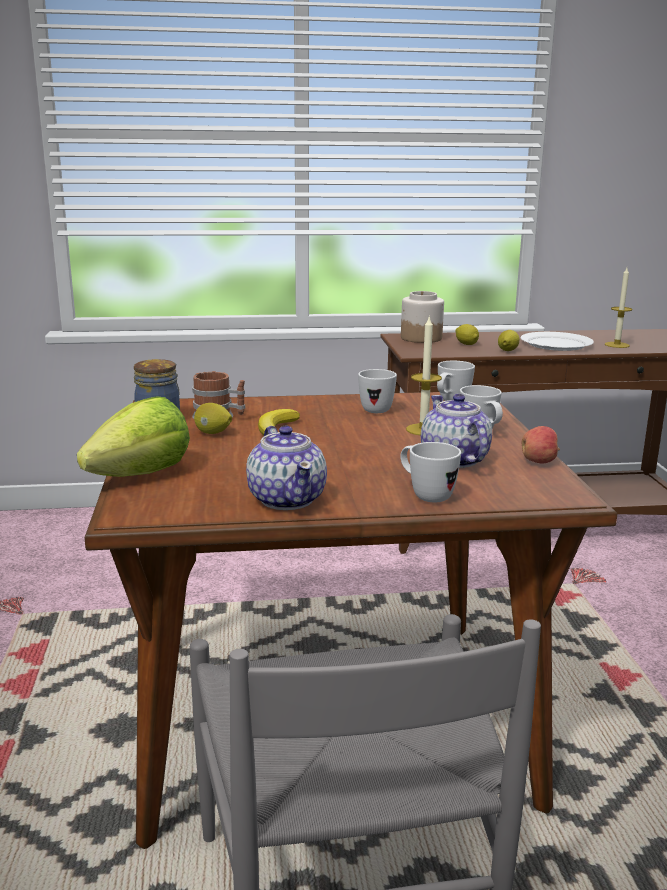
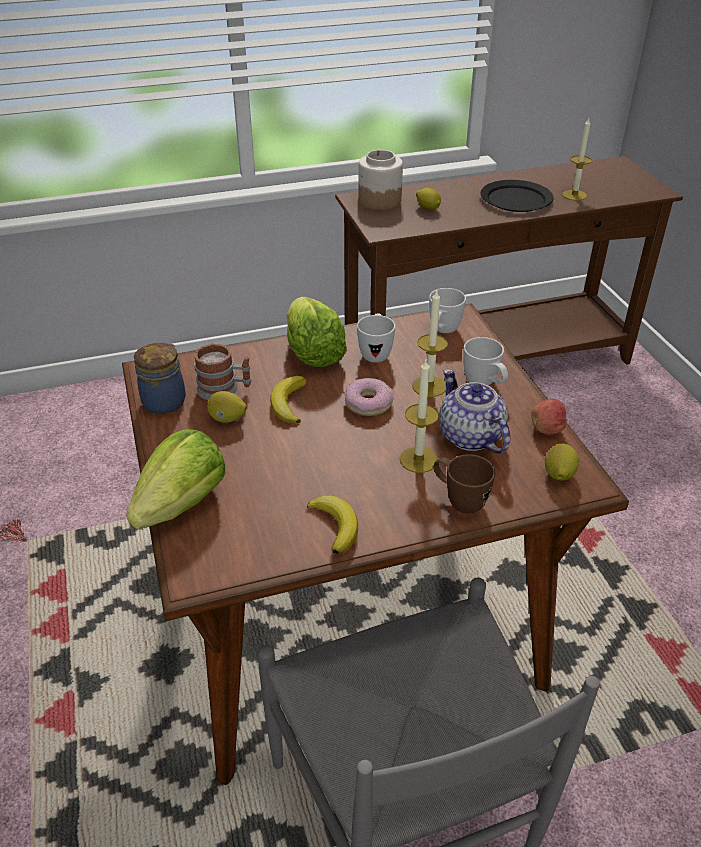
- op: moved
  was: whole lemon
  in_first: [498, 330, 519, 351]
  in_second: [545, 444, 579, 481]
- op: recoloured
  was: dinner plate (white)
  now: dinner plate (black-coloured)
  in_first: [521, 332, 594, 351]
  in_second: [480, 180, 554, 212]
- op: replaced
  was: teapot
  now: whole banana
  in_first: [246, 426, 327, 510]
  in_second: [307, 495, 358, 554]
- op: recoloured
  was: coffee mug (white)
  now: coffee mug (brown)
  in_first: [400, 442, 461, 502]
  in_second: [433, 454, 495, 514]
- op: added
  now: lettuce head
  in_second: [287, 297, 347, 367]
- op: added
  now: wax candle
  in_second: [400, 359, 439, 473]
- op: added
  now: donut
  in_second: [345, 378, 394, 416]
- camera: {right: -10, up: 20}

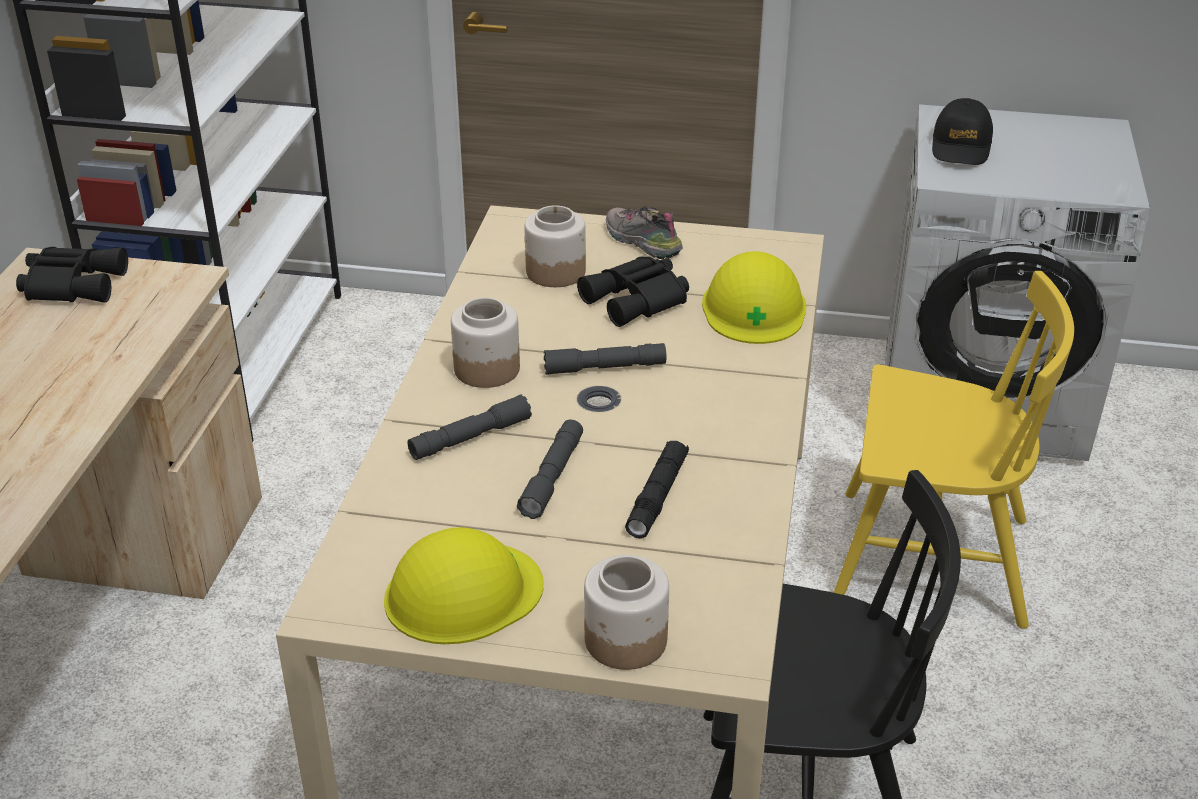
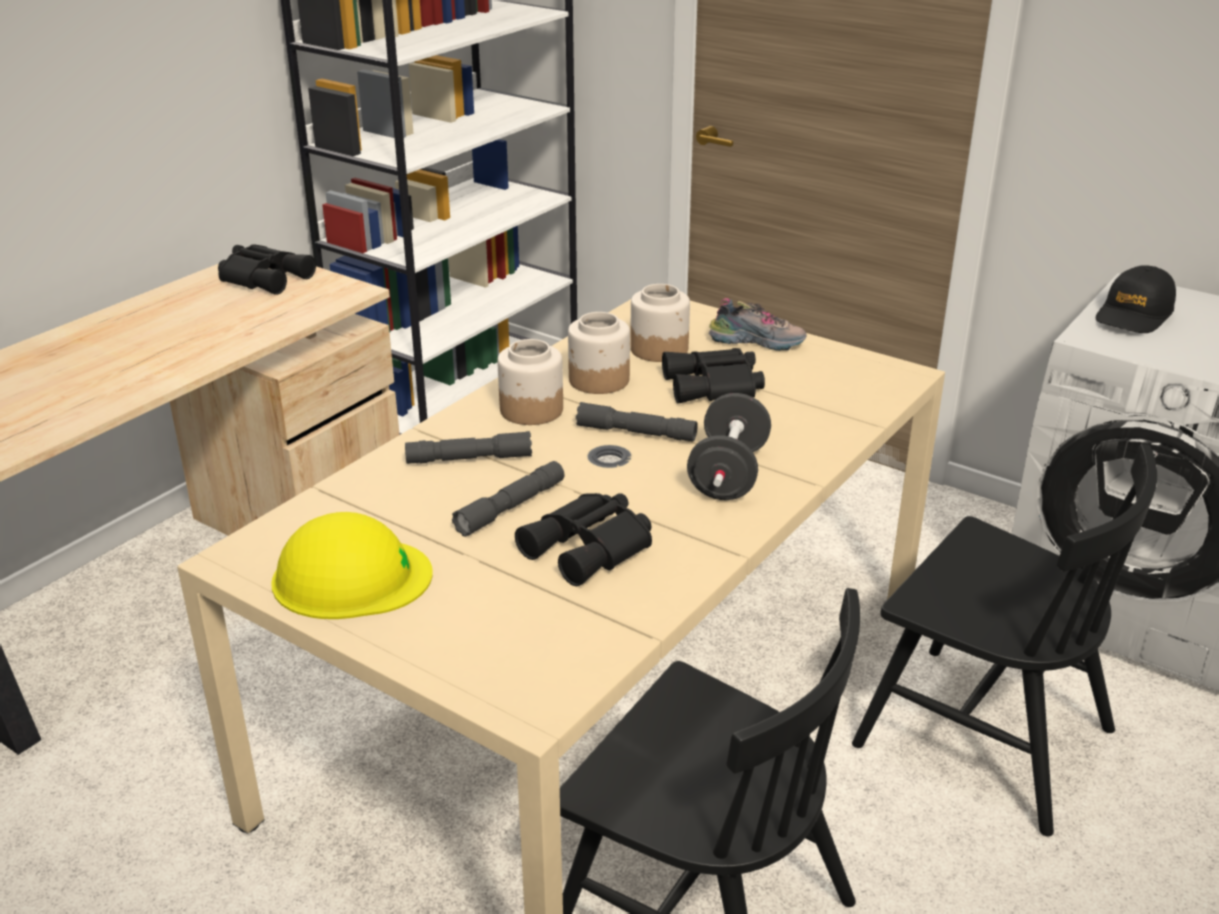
- op: turned
  was: low shoe
  in_first: [606, 206, 683, 259]
  in_second: [709, 298, 807, 351]
  clockwise: 120
- op: removed
  was: work helmet (yellowish)
  in_first: [702, 251, 807, 344]
- op: recoloured
  was: chair (yellowish)
  now: chair (black-coloured)
  in_first: [834, 271, 1074, 629]
  in_second: [852, 443, 1157, 836]
- op: replaced
  was: torch (black-coloured)
  now: binoculars (black-coloured)
  in_first: [625, 441, 689, 538]
  in_second: [515, 493, 652, 586]
- op: moved
  was: jar
  in_first: [584, 555, 669, 670]
  in_second: [568, 312, 630, 394]
- op: added
  now: free weight (black-coloured)
  in_second: [687, 393, 771, 500]
- camera: {right: 25, up: -5}

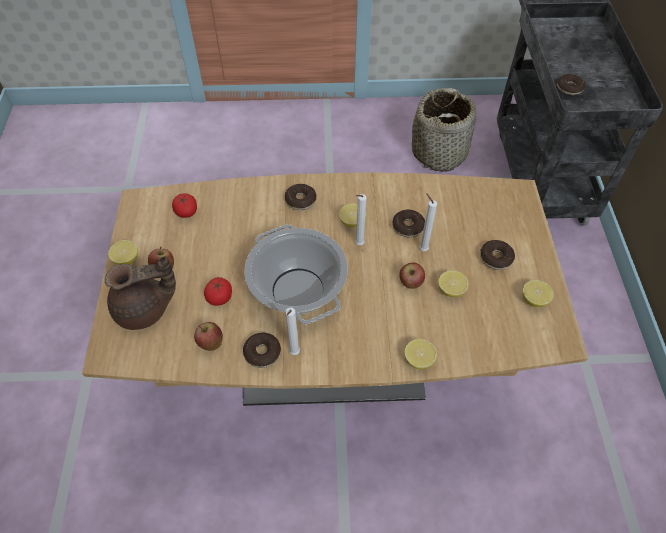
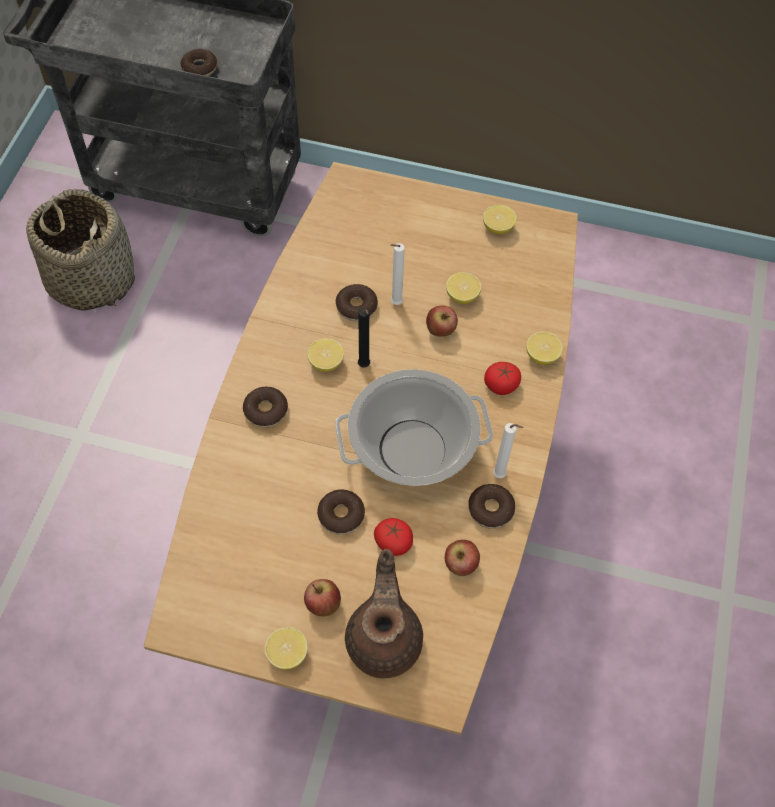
- op: moved
  was: tomato
  in_first: [172, 193, 197, 218]
  in_second: [484, 362, 521, 395]
- op: recoloured
  was: wax candle (white)
  now: wax candle (black-coloured)
  in_first: [355, 194, 367, 245]
  in_second: [358, 308, 370, 367]
- op: moved
  was: donut
  in_first: [480, 240, 515, 270]
  in_second: [317, 489, 365, 535]
- camera: {right: -75, up: 5}

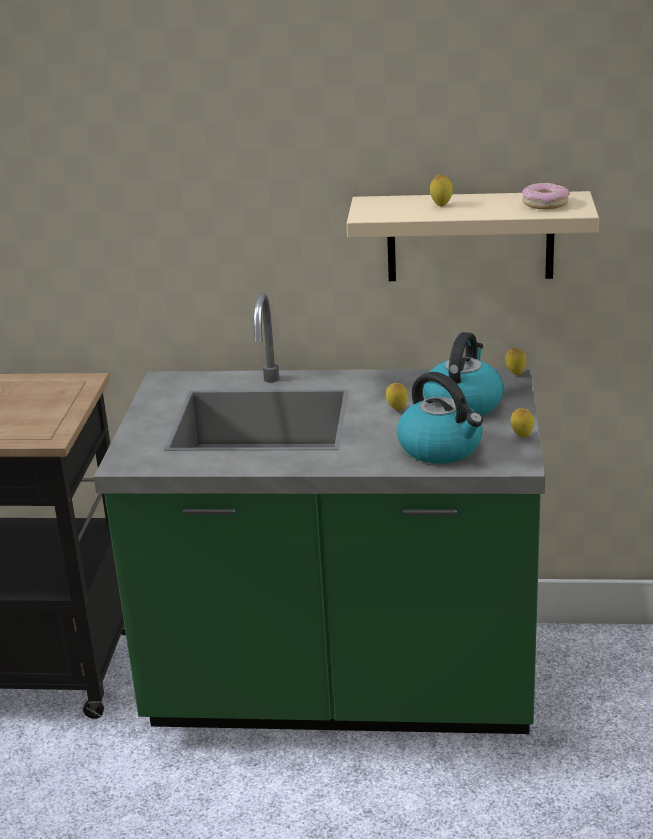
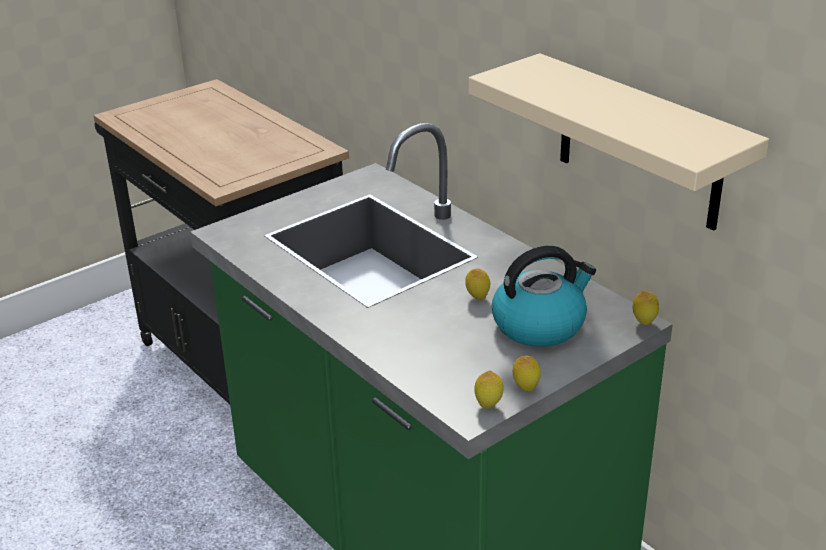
- op: moved
  was: whole lemon
  in_first: [430, 174, 453, 206]
  in_second: [474, 370, 503, 408]
- op: removed
  was: donut
  in_first: [522, 183, 570, 209]
- op: removed
  was: kettle
  in_first: [397, 372, 483, 464]
- camera: {right: 45, up: 5}

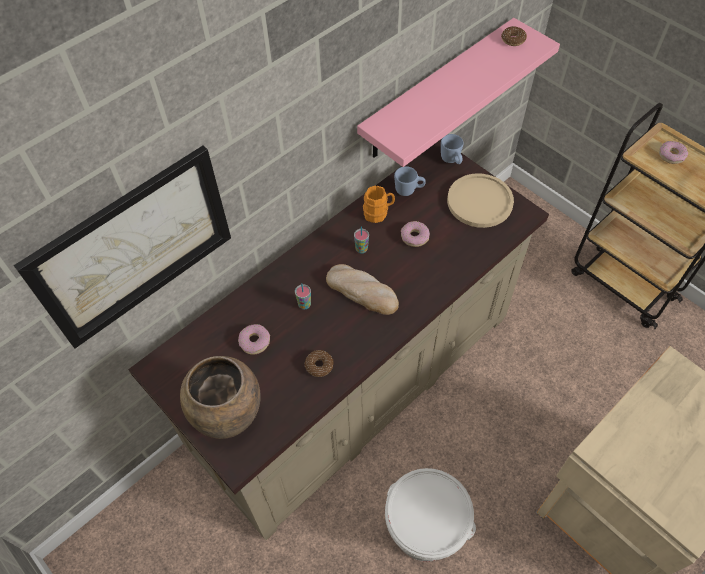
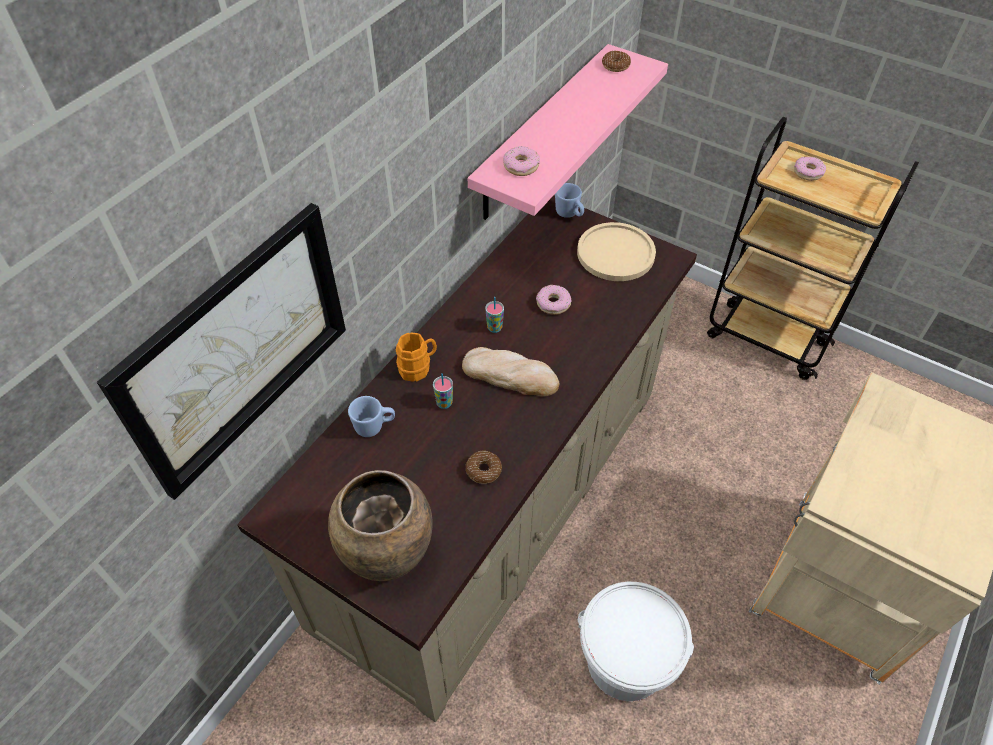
- op: moved
  was: coffee mug (bluish)
  in_first: [394, 166, 426, 196]
  in_second: [348, 396, 395, 437]
- op: moved
  was: coffee mug (orangey)
  in_first: [363, 186, 395, 223]
  in_second: [396, 332, 437, 382]
- op: moved
  was: donut
  in_first: [238, 324, 270, 355]
  in_second: [503, 146, 540, 176]
- camera: {right: -15, up: -5}

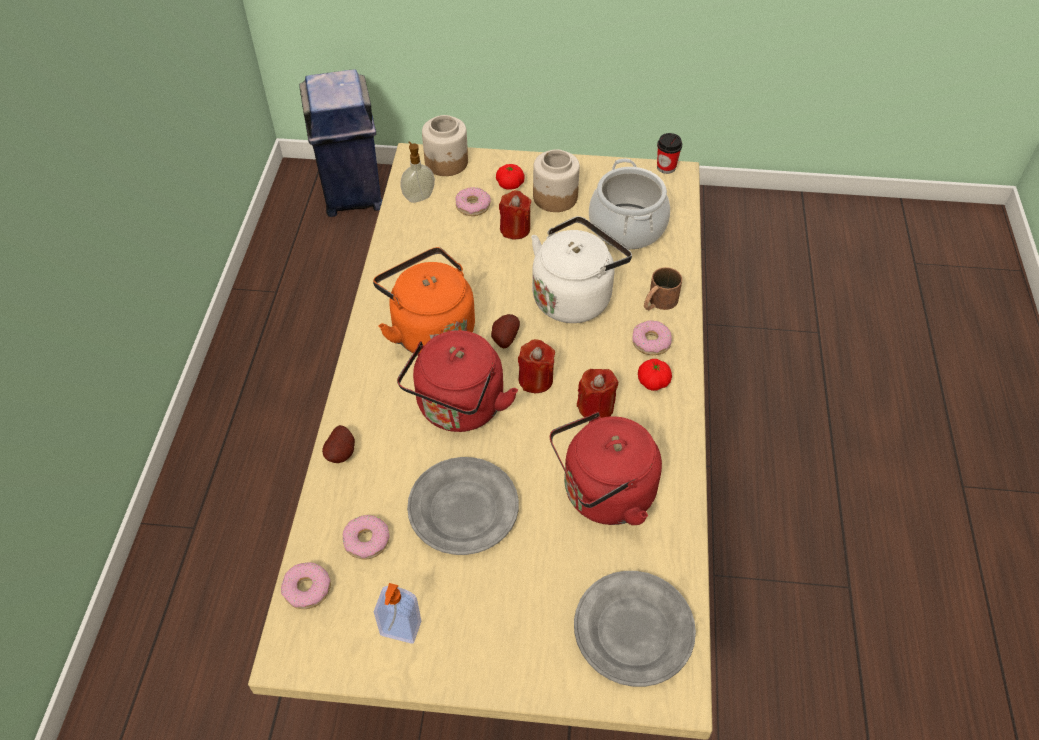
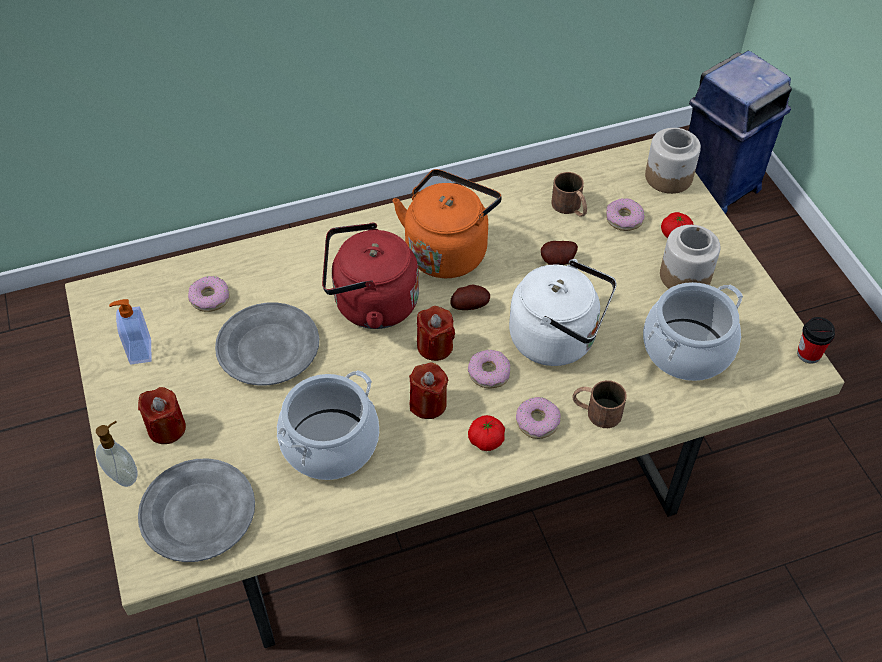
- op: moved
  was: soap bottle
  in_first: [401, 141, 435, 203]
  in_second: [96, 421, 138, 487]
- op: moved
  was: wax candle (reddish)
  in_first: [499, 190, 532, 240]
  in_second: [138, 387, 186, 444]
- op: replaced
  was: kettle (reddish)
  now: saucepot
  in_first: [550, 412, 662, 525]
  in_second: [277, 370, 379, 480]
- op: moved
  was: whole potato
  in_first: [322, 425, 355, 463]
  in_second: [541, 241, 578, 265]
- op: moved
  was: donut
  in_first: [281, 562, 331, 609]
  in_second: [468, 350, 510, 388]
- op: added
  now: coffee mug (brown)
  in_second: [552, 172, 587, 217]
- camera: {right: 65, up: 0}

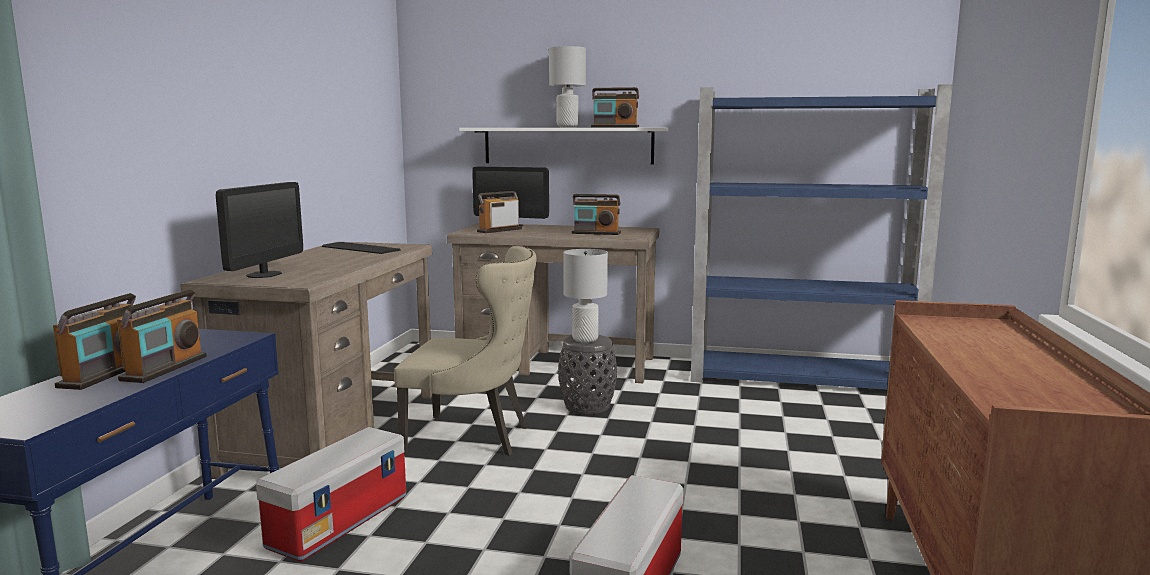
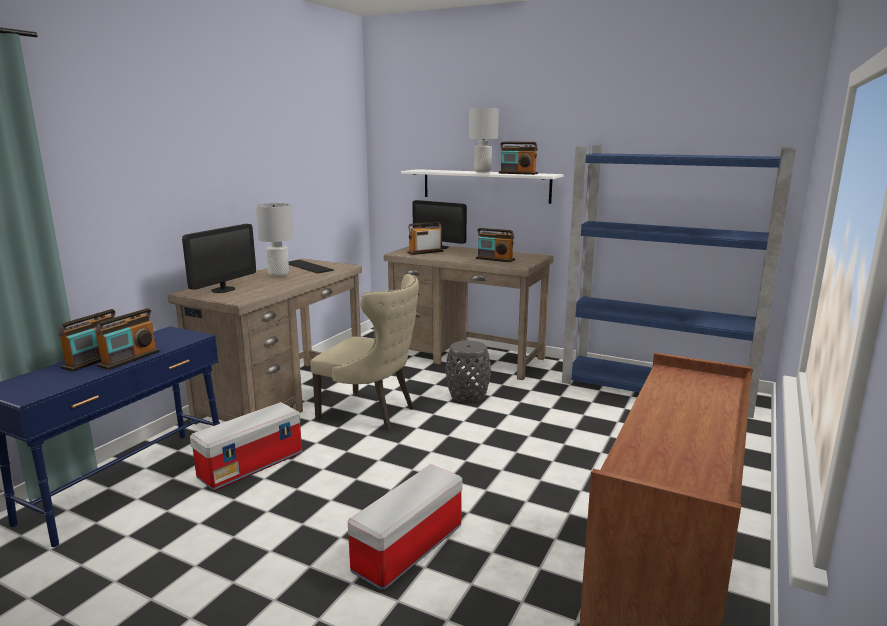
- op: moved
  was: lamp for a table (grey)
  in_first: [563, 249, 608, 343]
  in_second: [256, 203, 294, 277]
- camera: {right: 15, up: 5}

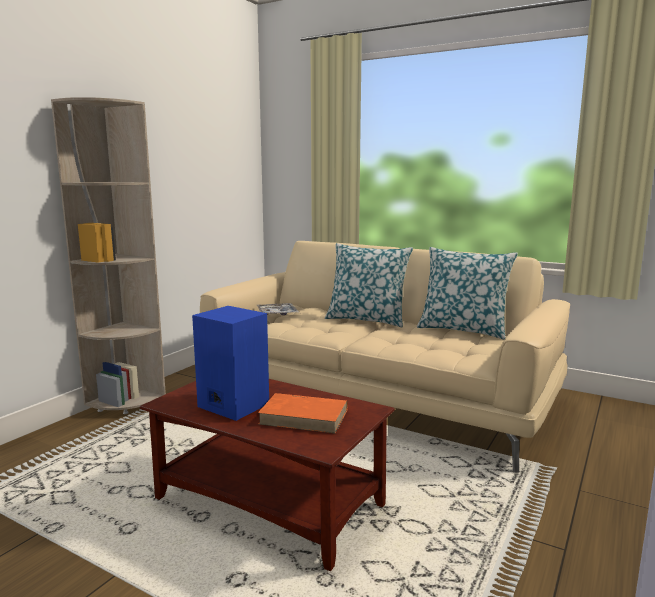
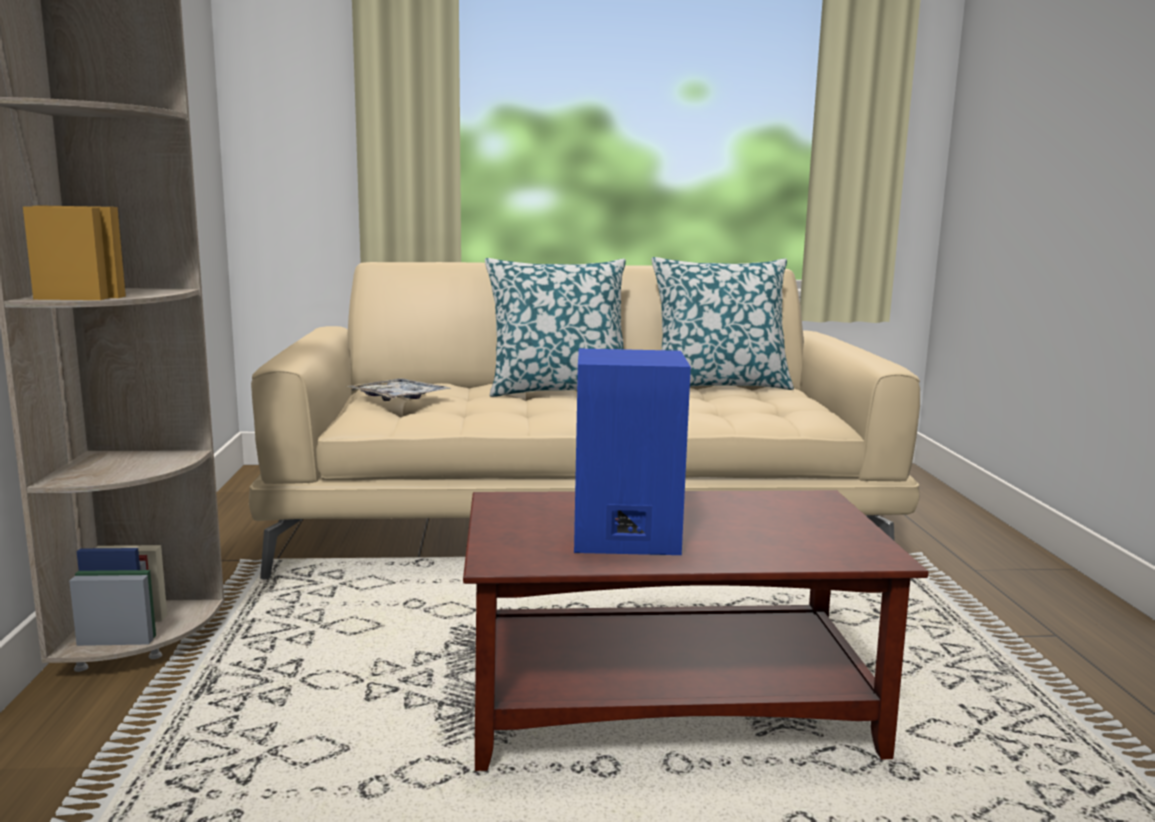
- op: removed
  was: bound book (orangey)
  in_first: [258, 393, 348, 434]
- camera: {right: -35, up: 0}

